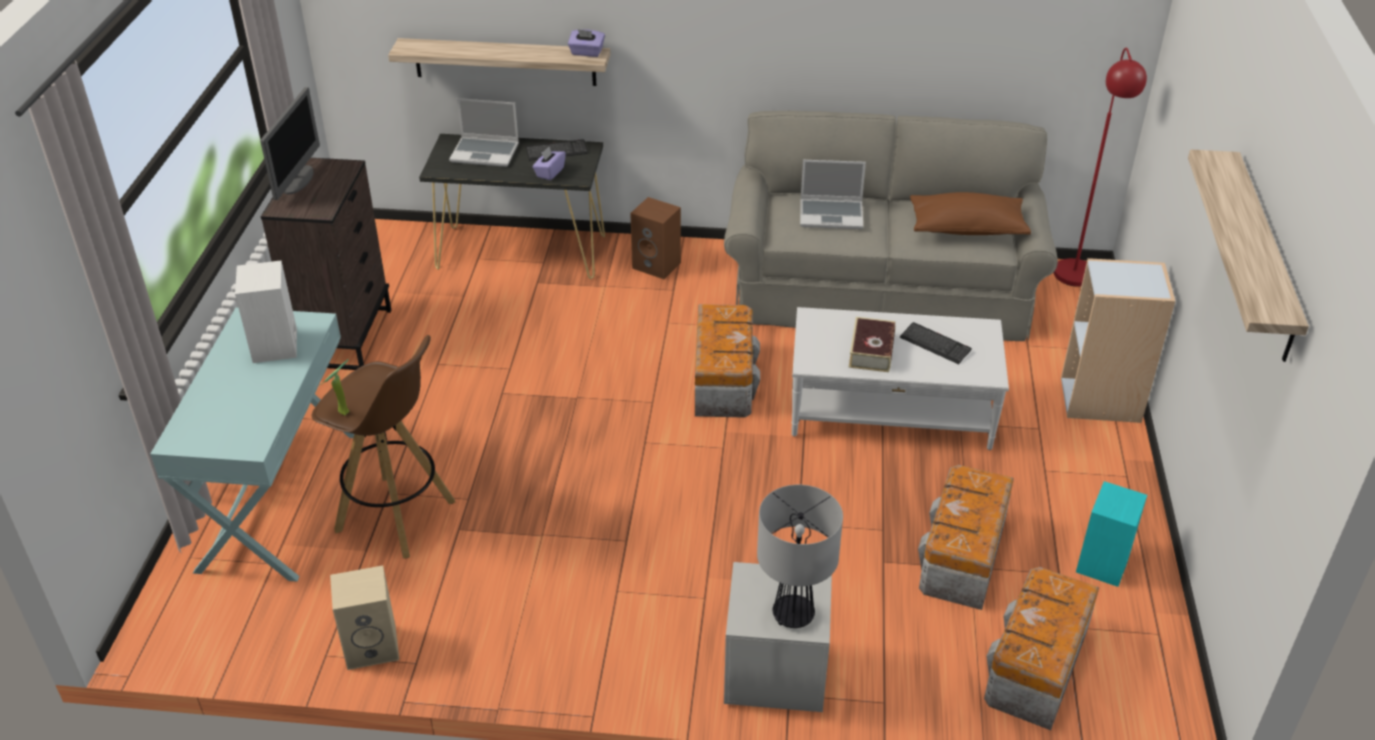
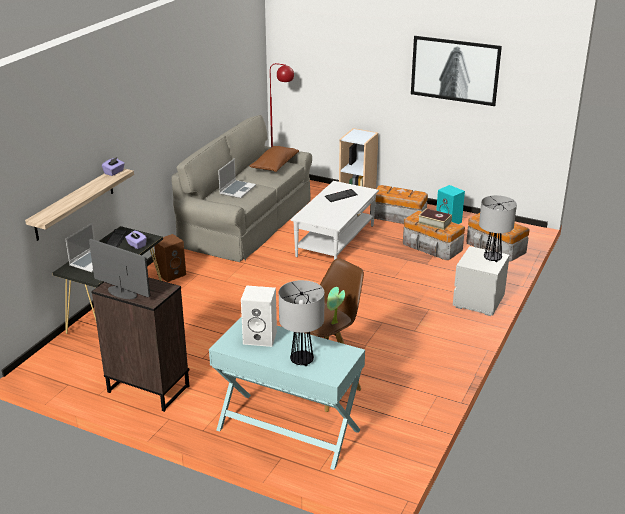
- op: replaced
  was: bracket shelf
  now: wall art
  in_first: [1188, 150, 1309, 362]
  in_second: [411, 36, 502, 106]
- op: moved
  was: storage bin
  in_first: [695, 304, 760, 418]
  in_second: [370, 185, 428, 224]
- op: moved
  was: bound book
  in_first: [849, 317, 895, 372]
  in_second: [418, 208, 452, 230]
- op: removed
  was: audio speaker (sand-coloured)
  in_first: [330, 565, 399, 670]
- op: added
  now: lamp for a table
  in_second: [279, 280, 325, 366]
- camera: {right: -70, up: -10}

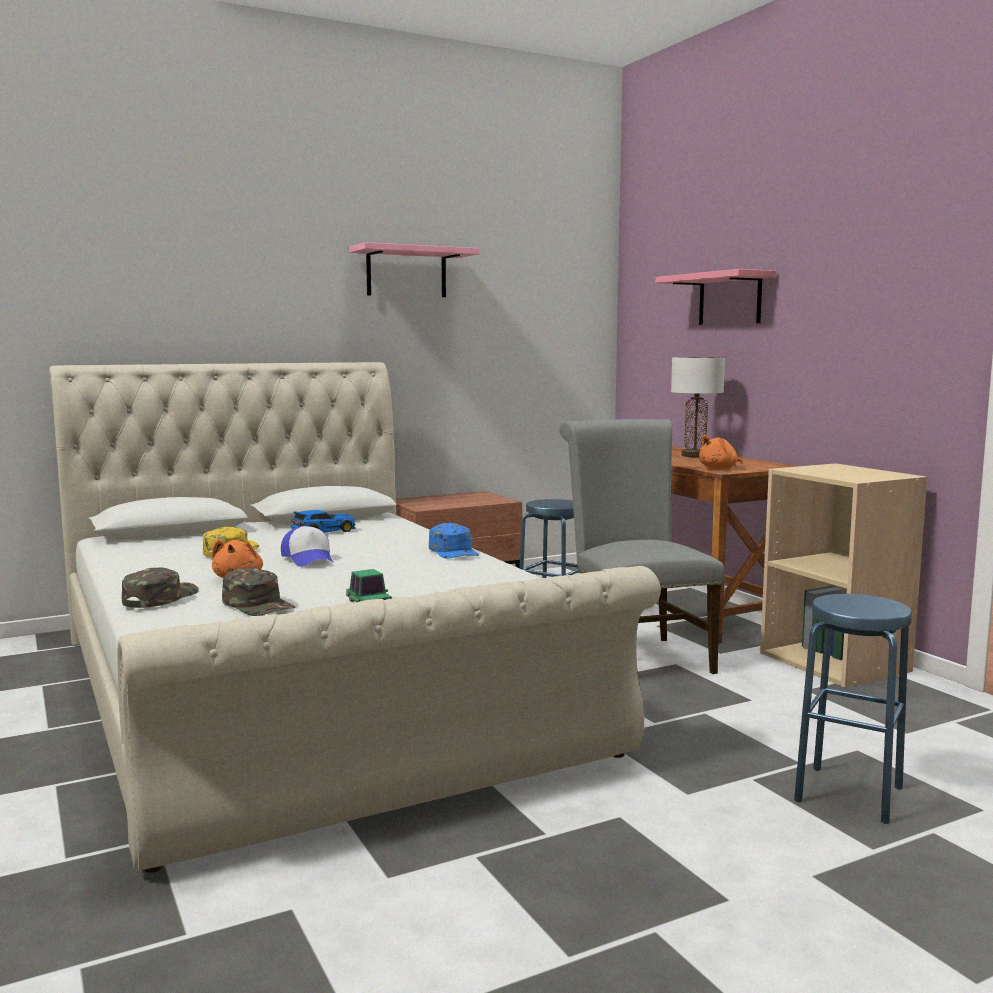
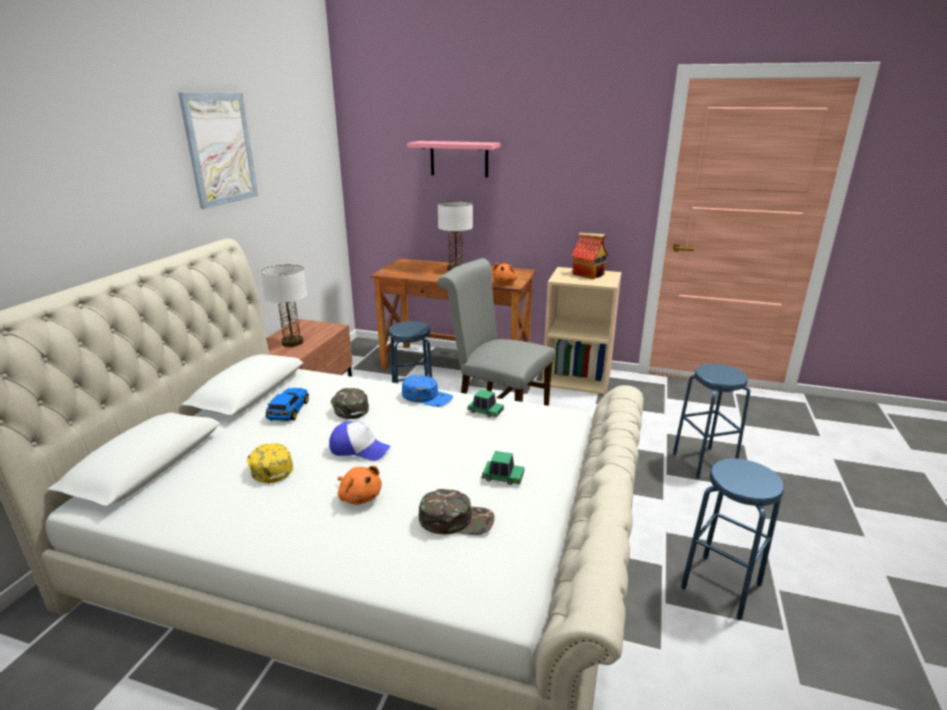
- op: replaced
  was: bracket shelf (pink-coloured)
  now: wall art
  in_first: [349, 242, 480, 297]
  in_second: [178, 93, 258, 209]
- op: moved
  was: cap (green-coloured)
  in_first: [122, 568, 199, 608]
  in_second: [331, 388, 369, 419]
- op: added
  now: toy house
  in_second: [571, 233, 608, 279]
- op: added
  now: lamp for a table
  in_second: [261, 264, 307, 347]
- op: added
  now: model car
  in_second: [467, 389, 504, 417]
- op: added
  now: stool (bluish)
  in_second: [681, 458, 784, 620]
- camera: {right: -45, up: 15}

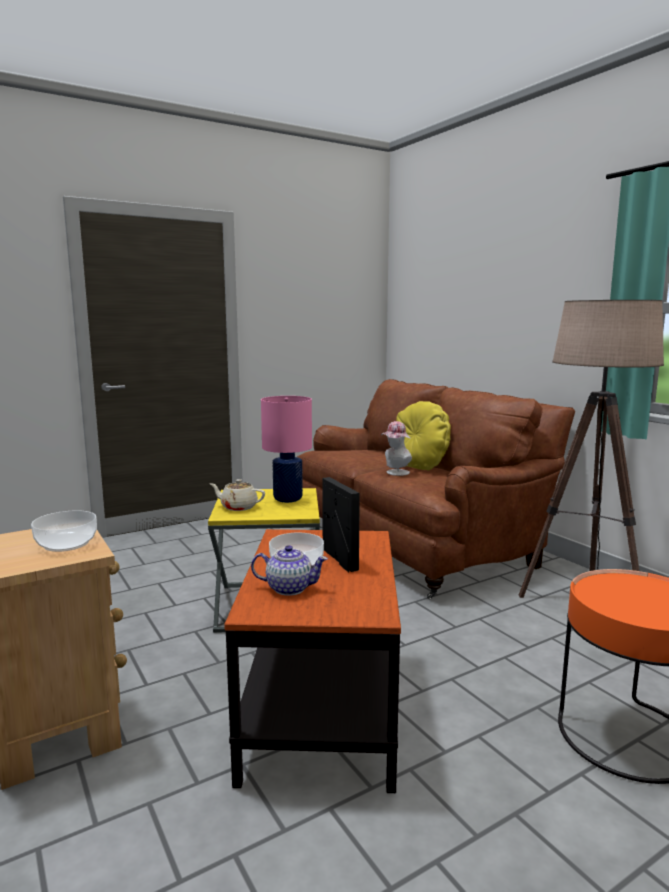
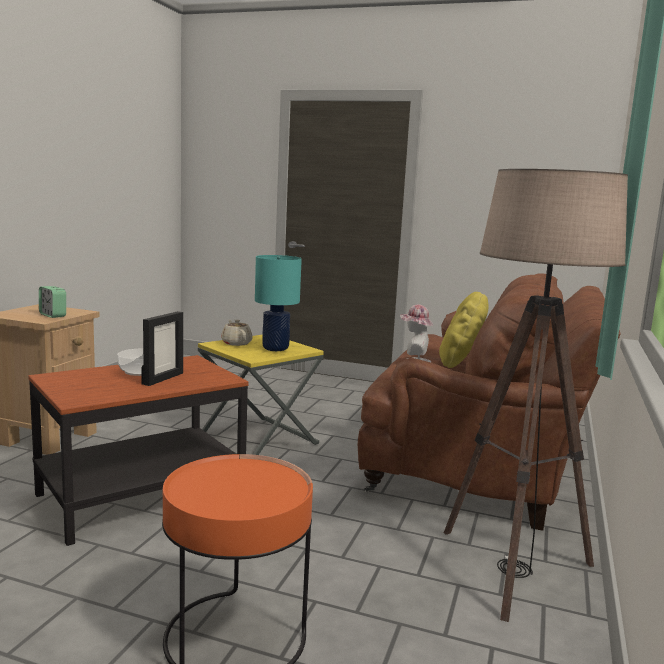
- op: recoloured
  was: lamp for a table (pink-coloured)
  now: lamp for a table (turquoise)
  in_first: [261, 396, 312, 503]
  in_second: [255, 255, 302, 351]
- op: replaced
  was: serving bowl
  now: alarm clock
  in_first: [31, 510, 97, 552]
  in_second: [39, 286, 66, 318]
- op: removed
  was: teapot
  in_first: [251, 545, 328, 596]
- camera: {right: 50, up: 0}

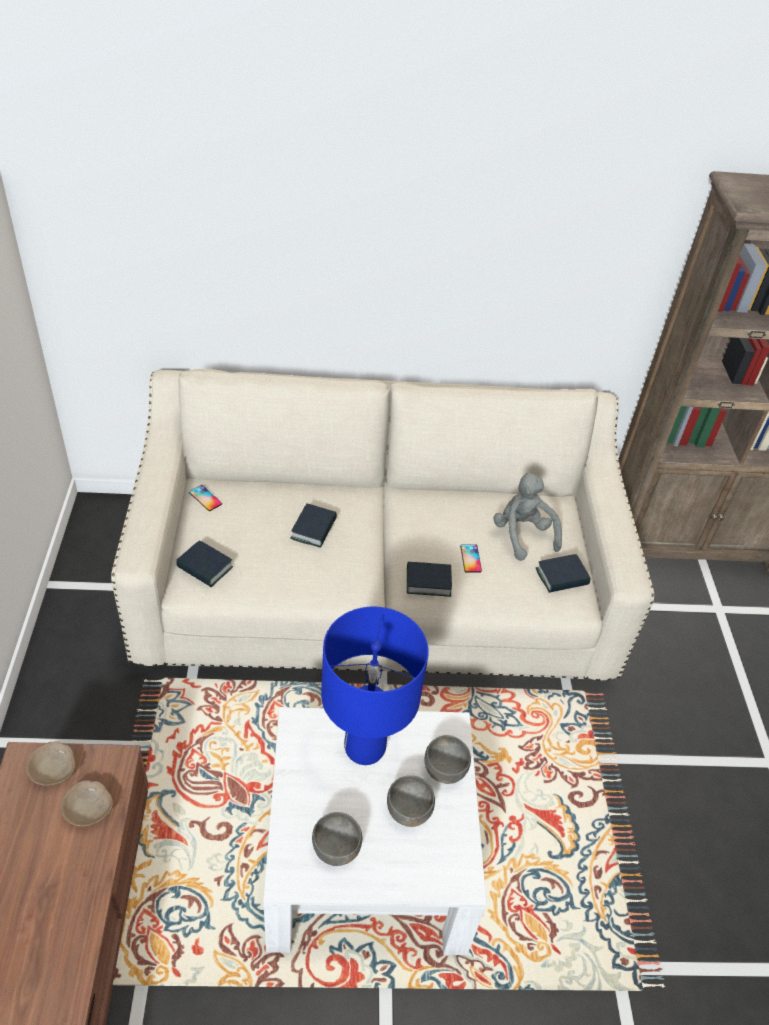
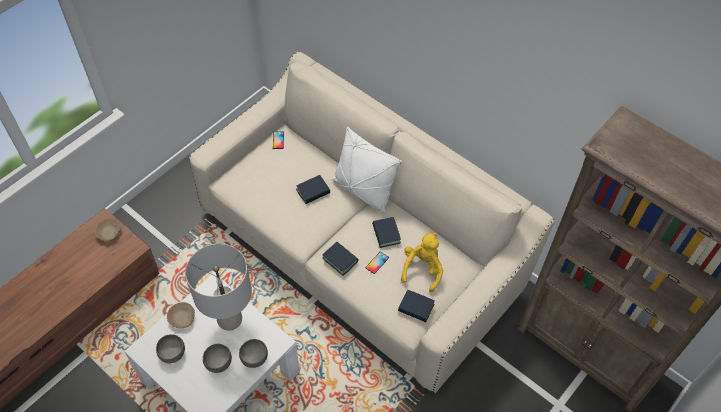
- op: recoloured
  was: cuddly toy (grey)
  now: cuddly toy (yellowish)
  in_first: [493, 472, 562, 561]
  in_second: [401, 233, 443, 292]
- op: moved
  was: bound book
  in_first: [176, 540, 233, 587]
  in_second: [372, 217, 401, 248]
- op: recoloured
  was: lamp for a table (bluish)
  now: lamp for a table (grey)
  in_first: [321, 607, 429, 765]
  in_second: [185, 244, 252, 331]
- op: moved
  was: serving bowl (sand-coloured)
  in_first: [61, 780, 113, 827]
  in_second: [167, 302, 195, 328]
- op: added
  now: pillow (white)
  in_second: [332, 126, 402, 214]
- camera: {right: 45, up: 10}

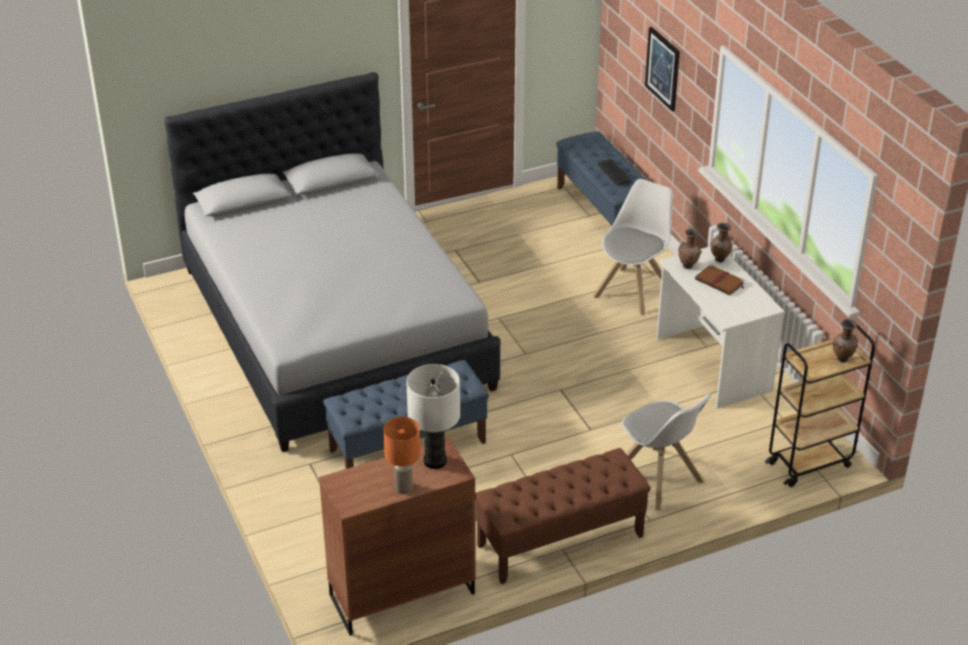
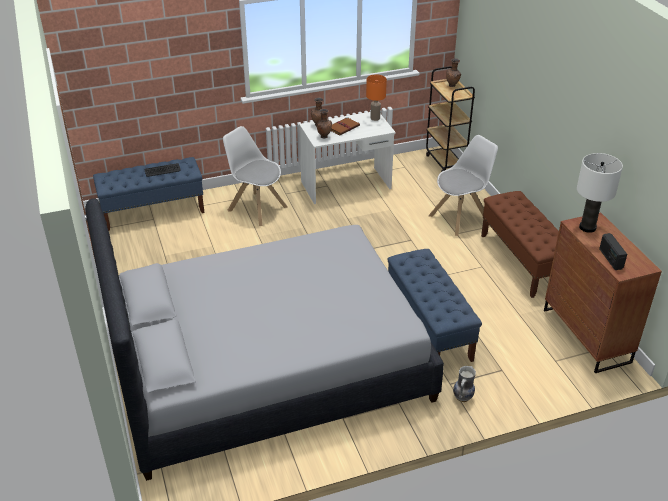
- op: removed
  was: wall art
  in_first: [645, 27, 680, 111]
- op: moved
  was: lamp for a table (orangey)
  in_first: [383, 417, 421, 494]
  in_second: [366, 75, 387, 121]
- op: added
  now: radio
  in_second: [599, 233, 627, 270]
- op: added
  now: vase
  in_second: [453, 366, 476, 402]
- camera: {right: -85, up: 0}

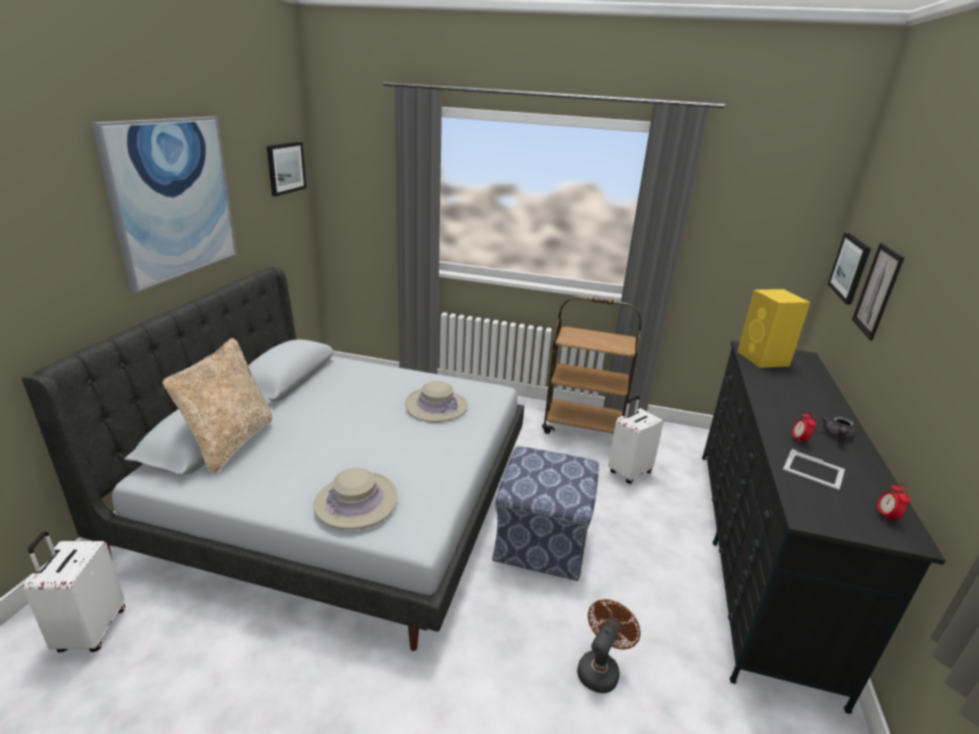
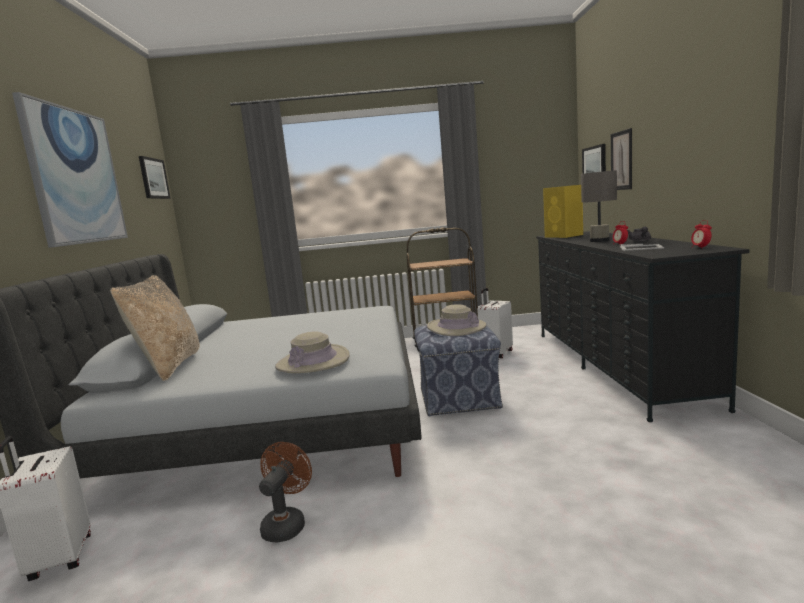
- op: moved
  was: hat (sand-coloured)
  in_first: [405, 381, 468, 422]
  in_second: [427, 304, 487, 336]
- op: moved
  was: electric fan (brown)
  in_first: [577, 599, 641, 693]
  in_second: [259, 442, 312, 542]
- op: added
  now: lamp for a table (grey)
  in_second: [581, 170, 617, 242]
- camera: {right: -15, up: -15}

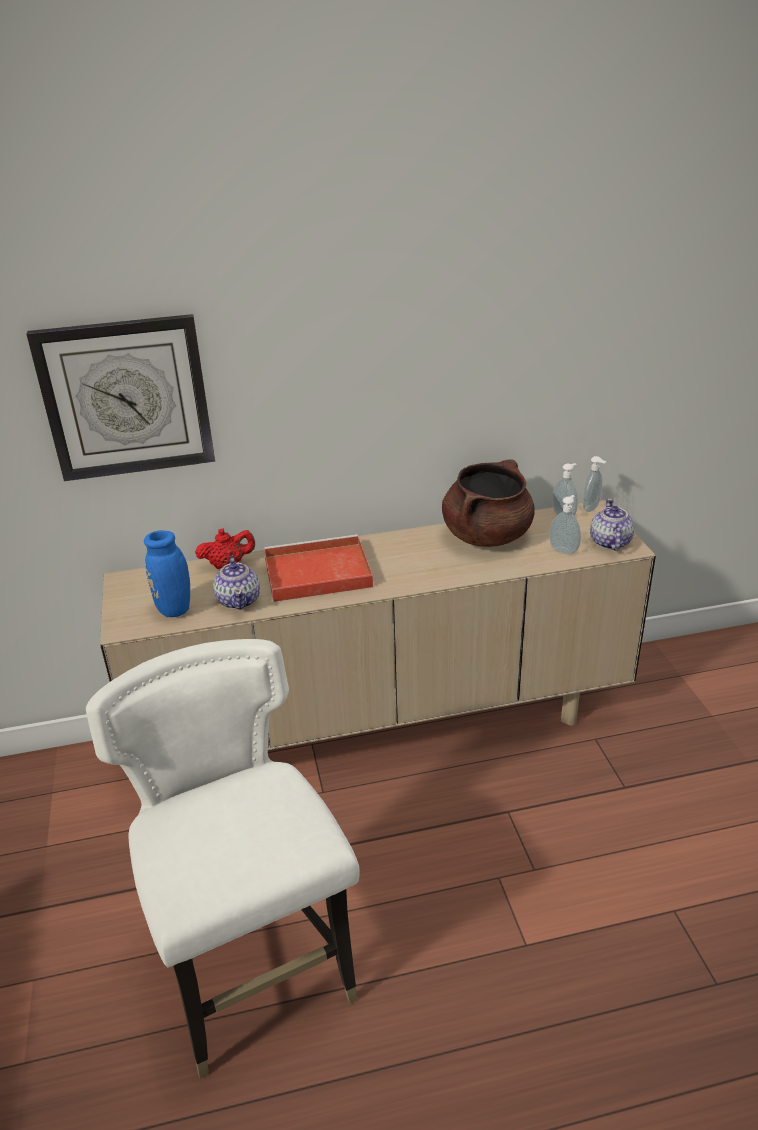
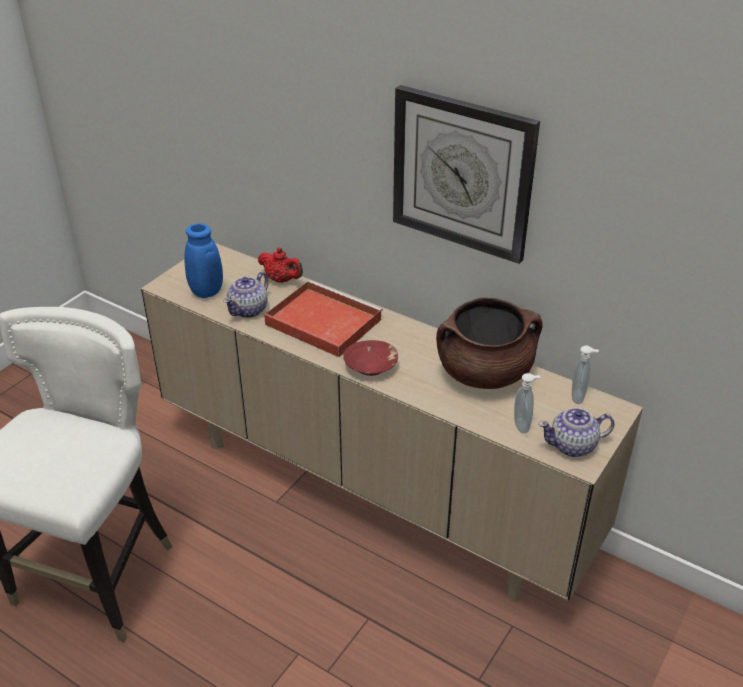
- op: moved
  was: clock on the wall
  in_first: [26, 314, 215, 481]
  in_second: [393, 85, 540, 264]
- op: removed
  was: soap bottle
  in_first: [583, 456, 606, 512]
- op: turned
  was: teapot
  in_first: [590, 499, 634, 551]
  in_second: [538, 408, 615, 457]
  clockwise: -150
- op: added
  now: serving bowl (reddish)
  in_second: [343, 340, 398, 376]
- camera: {right: 45, up: 5}

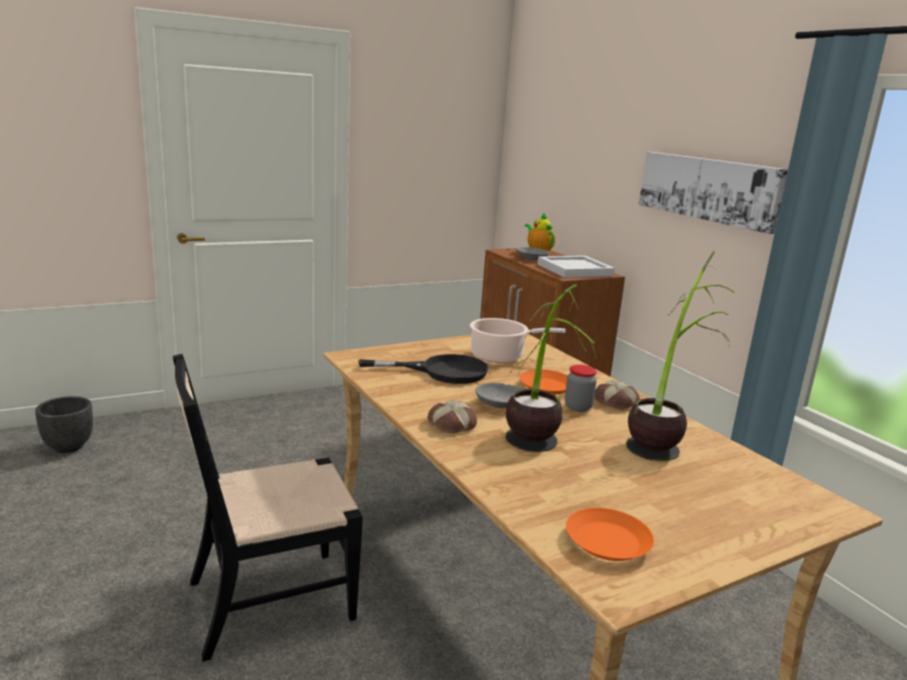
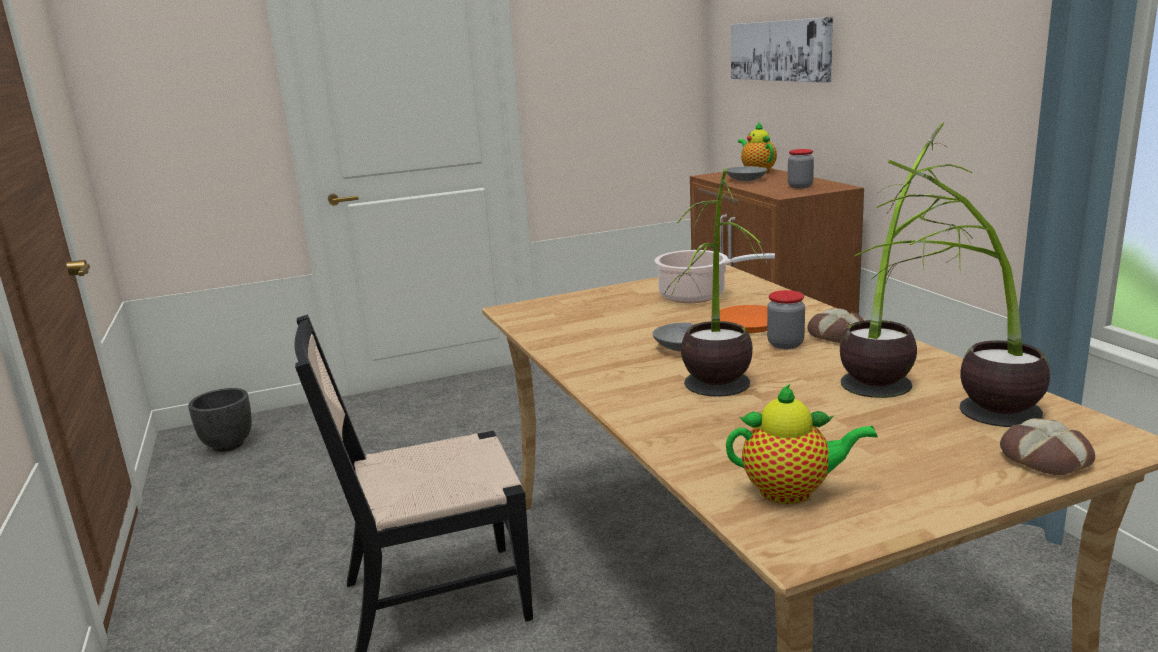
- op: moved
  was: wall art
  in_first: [639, 152, 788, 234]
  in_second: [731, 17, 833, 83]
- op: replaced
  was: tray (white)
  now: jar
  in_first: [538, 256, 615, 278]
  in_second: [788, 149, 814, 188]
- op: removed
  was: pan (black-coloured)
  in_first: [358, 354, 489, 384]
- op: moved
  was: bread
  in_first: [428, 400, 477, 433]
  in_second: [1000, 418, 1095, 475]
- op: replaced
  was: dinner plate (orangey)
  now: teapot
  in_first: [566, 508, 654, 561]
  in_second: [726, 383, 878, 504]
- op: added
  now: houseplant
  in_second: [854, 160, 1050, 427]
- camera: {right: 10, up: 0}

